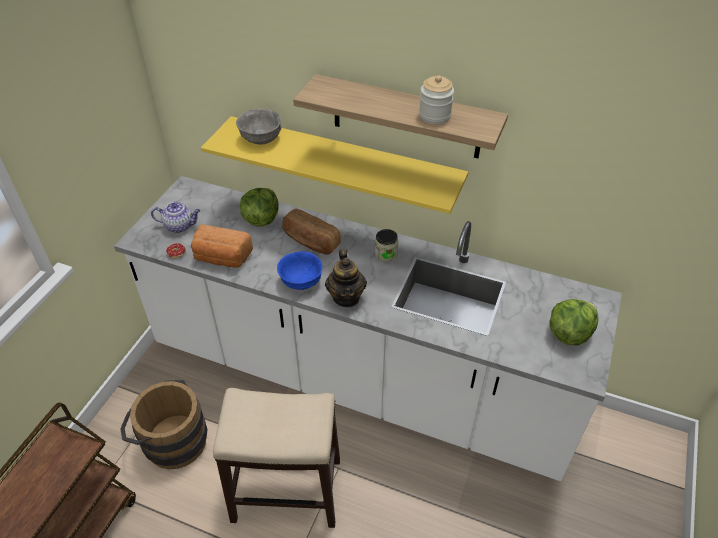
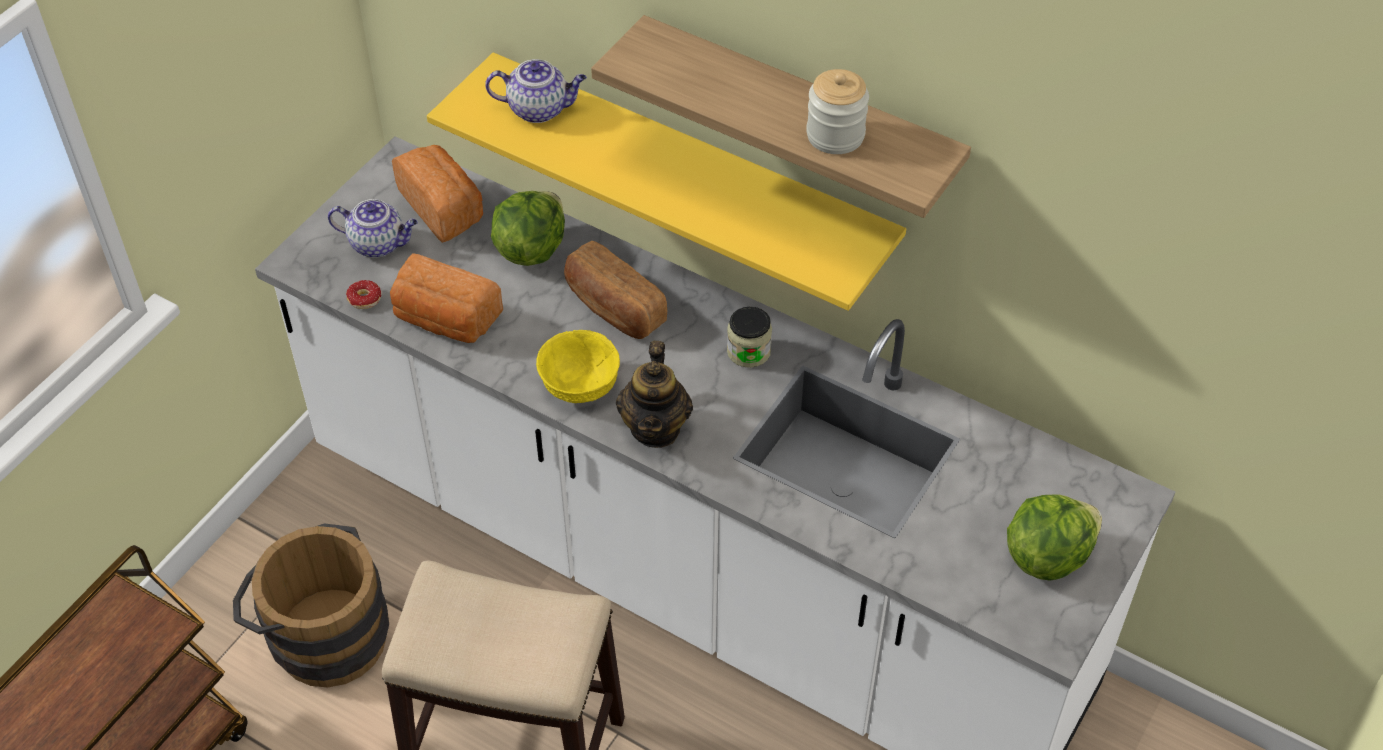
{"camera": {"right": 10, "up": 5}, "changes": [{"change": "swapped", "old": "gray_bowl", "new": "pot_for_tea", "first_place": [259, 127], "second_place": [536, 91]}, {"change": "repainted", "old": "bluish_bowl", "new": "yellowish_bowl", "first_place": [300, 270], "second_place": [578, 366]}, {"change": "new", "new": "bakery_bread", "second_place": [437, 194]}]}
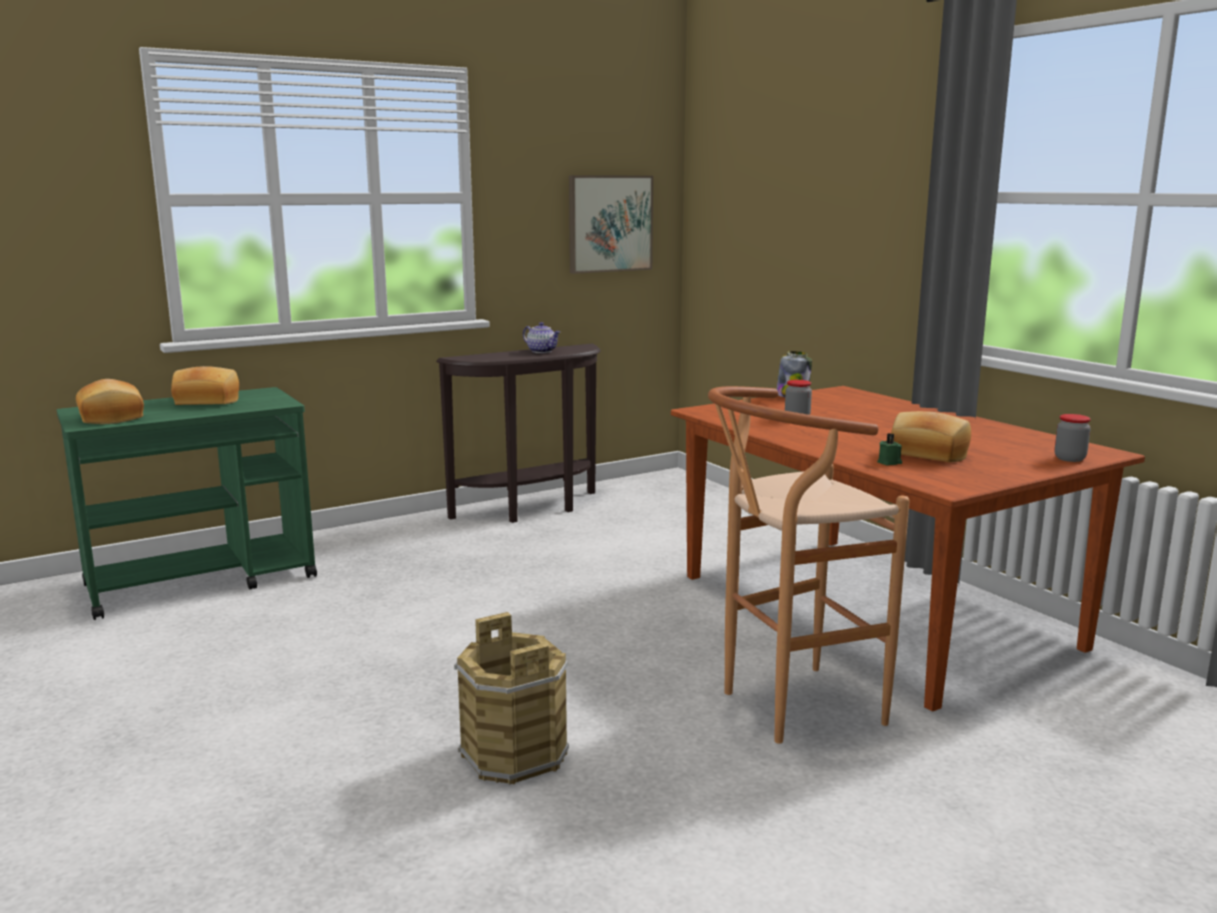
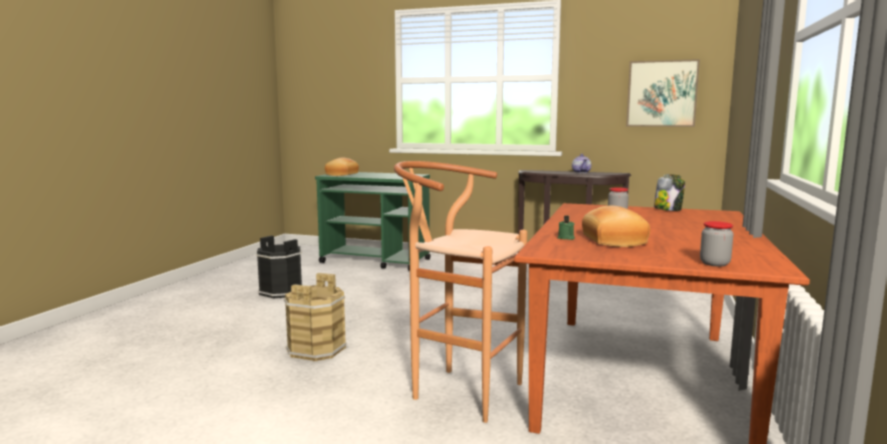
{"camera": {"right": 50, "up": -5}, "changes": [{"change": "gone", "old": "bakery_bread", "first_place": [205, 385]}, {"change": "new", "new": "black_bucket", "second_place": [279, 267]}]}
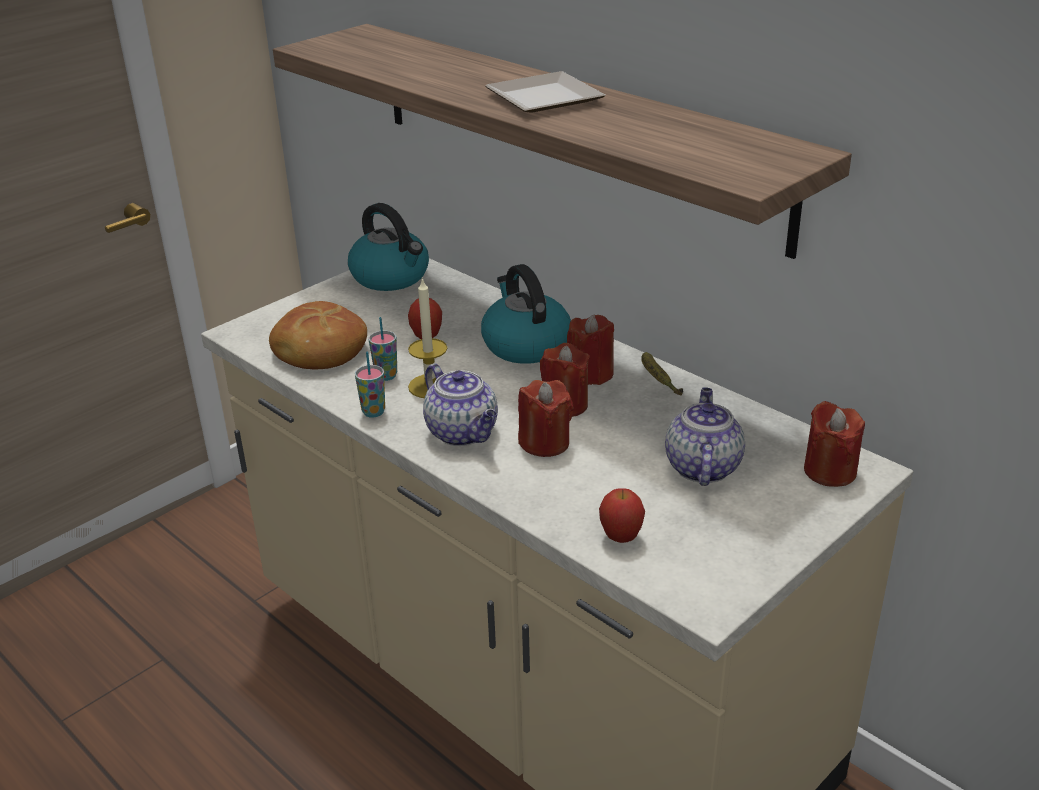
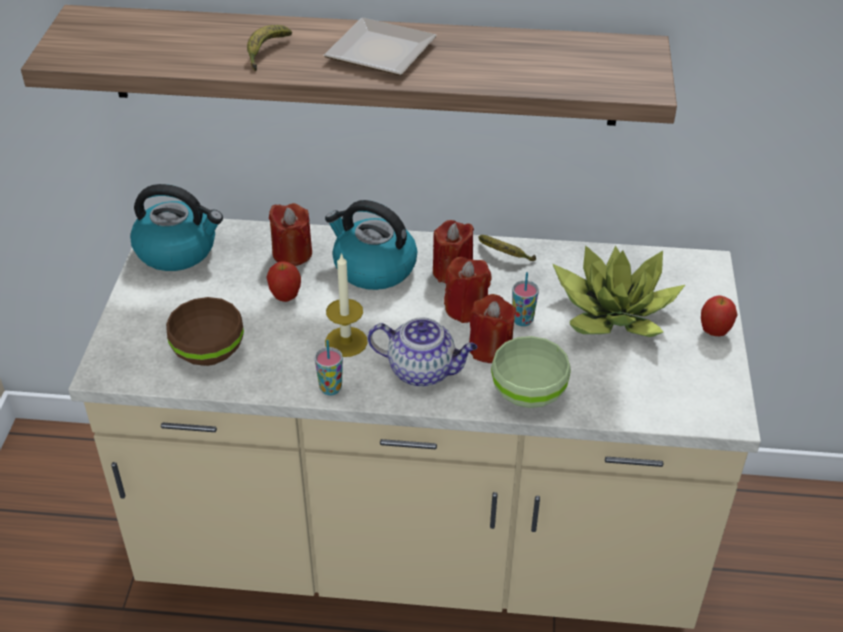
{"camera": {"right": -40, "up": 10}, "changes": [{"change": "swapped", "old": "bakery_bread", "new": "brownish_bowl", "first_place": [318, 335], "second_place": [205, 331]}, {"change": "shifted", "old": "cup", "first_place": [383, 349], "second_place": [525, 299]}, {"change": "swapped", "old": "pot_for_tea", "new": "potted_plant", "first_place": [705, 436], "second_place": [619, 291]}, {"change": "shifted", "old": "red-coloured_candle", "first_place": [834, 444], "second_place": [290, 234]}, {"change": "shifted", "old": "whole_apple", "first_place": [622, 515], "second_place": [719, 315]}, {"change": "new", "new": "banana_fruit", "second_place": [269, 48]}, {"change": "new", "new": "green_bowl", "second_place": [531, 372]}]}
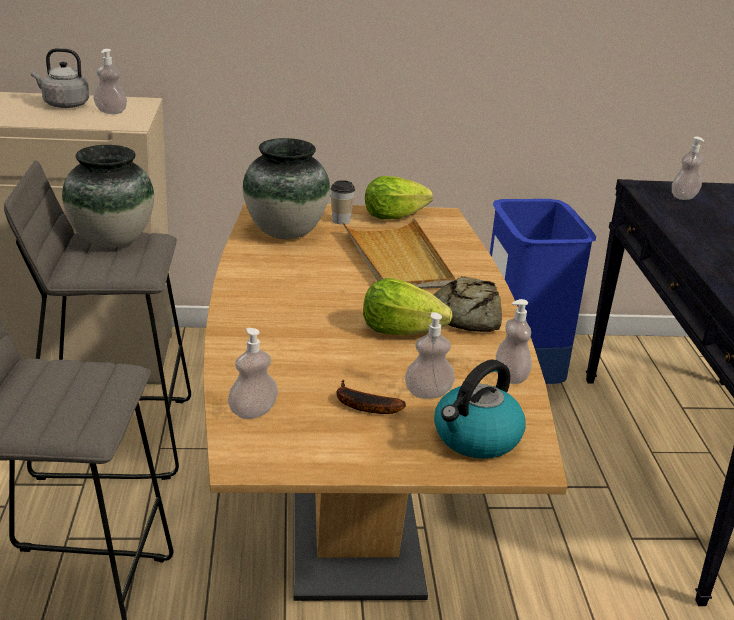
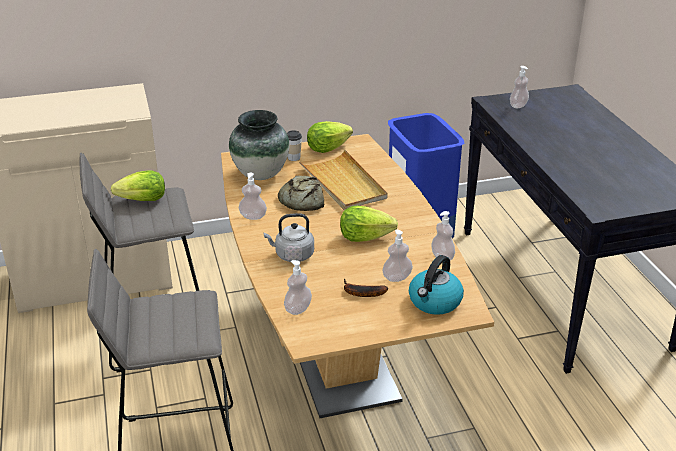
{"camera": {"right": -10, "up": 5}, "changes": [{"change": "shifted", "old": "gray_tea_kettle", "first_place": [60, 78], "second_place": [289, 237]}, {"change": "shifted", "old": "soap_bottle", "first_place": [110, 81], "second_place": [253, 196]}, {"change": "swapped", "old": "vase", "new": "lettuce_head", "first_place": [108, 196], "second_place": [138, 186]}, {"change": "shifted", "old": "bakery_bread", "first_place": [468, 304], "second_place": [301, 193]}]}
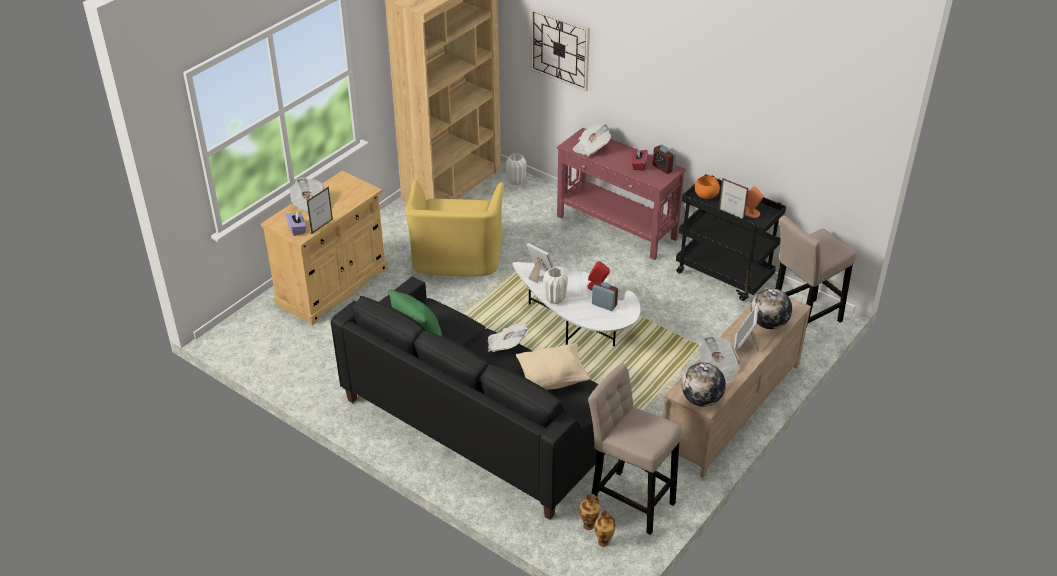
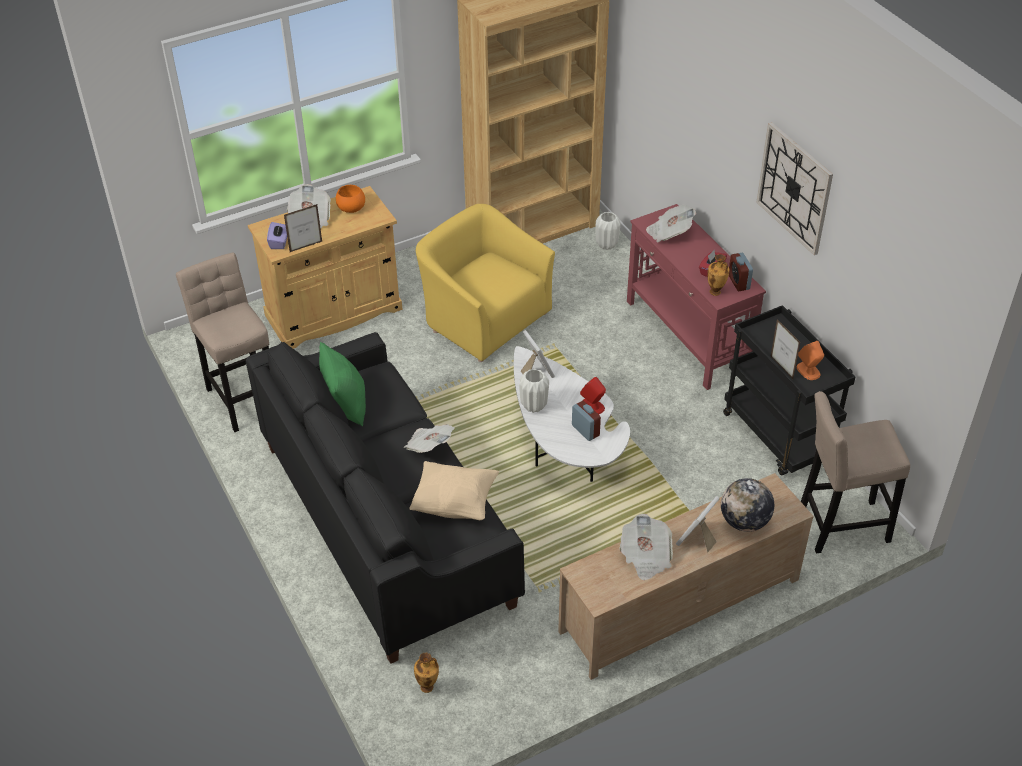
{"camera": {"right": 25, "up": 5}, "changes": [{"change": "shifted", "old": "hanging_clock", "first_place": [560, 50], "second_place": [794, 188]}, {"change": "shifted", "old": "orange-coloured_bowl", "first_place": [707, 187], "second_place": [350, 199]}, {"change": "rotated", "old": "yellowish_armchair", "first_place": [454, 228], "second_place": [485, 283], "degrees": 105}, {"change": "gone", "old": "world_globe", "first_place": [704, 384]}, {"change": "shifted", "old": "beige-coloured_sitting_stool", "first_place": [634, 449], "second_place": [222, 342]}, {"change": "shifted", "old": "vase", "first_place": [605, 528], "second_place": [718, 275]}]}
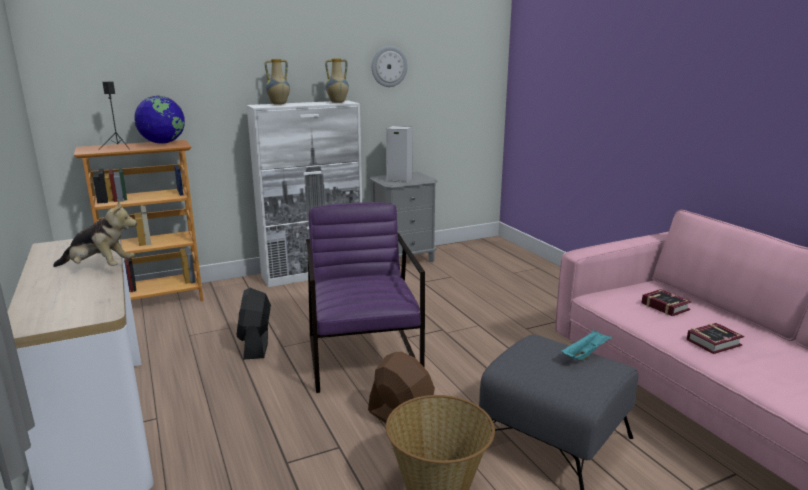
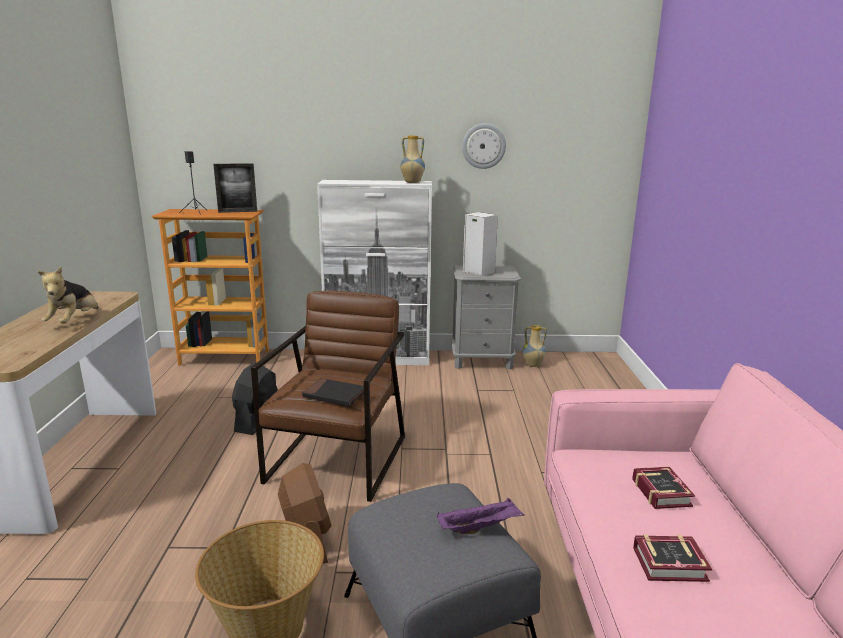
{"camera": {"right": 25, "up": 0}, "changes": [{"change": "shifted", "old": "vase", "first_place": [277, 82], "second_place": [535, 346]}, {"change": "swapped", "old": "world_globe", "new": "photo_frame", "first_place": [159, 120], "second_place": [235, 188]}, {"change": "rotated", "old": "plush_toy", "first_place": [95, 233], "second_place": [68, 295], "degrees": 60}, {"change": "repainted", "old": "purplish_armchair", "new": "brownish_armchair", "first_place": [365, 297], "second_place": [328, 396]}, {"change": "repainted", "old": "blue-green_carrying_tray", "new": "purplish_carrying_tray", "first_place": [587, 345], "second_place": [480, 516]}, {"change": "new", "new": "black_volume", "second_place": [333, 392]}]}
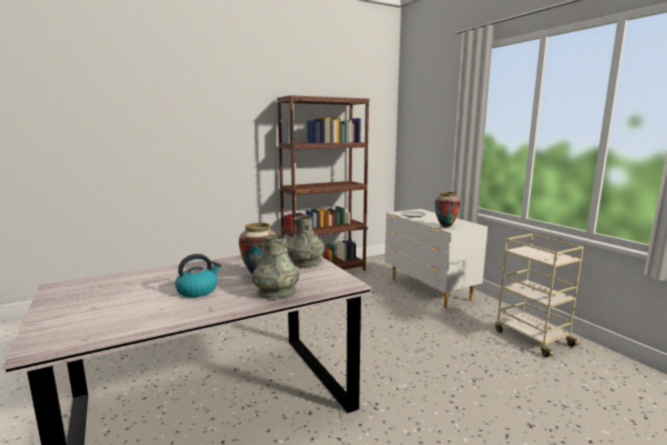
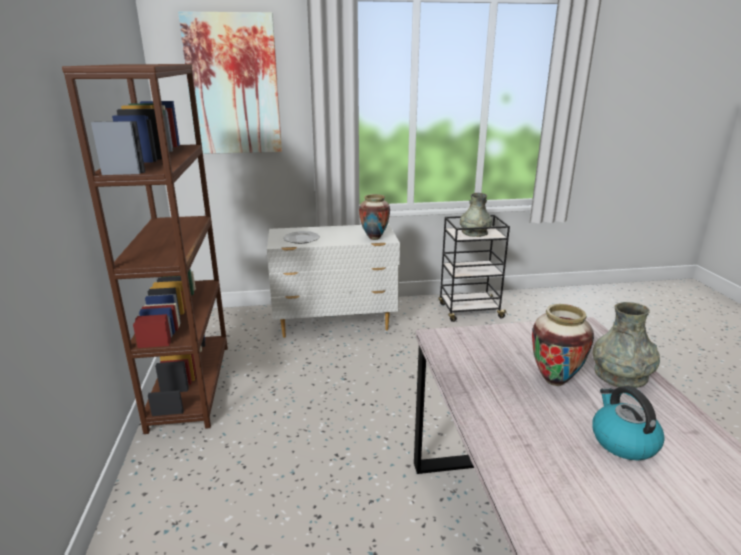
{"camera": {"right": -70, "up": 10}, "changes": [{"change": "shifted", "old": "gray_vase", "first_place": [305, 241], "second_place": [476, 215]}, {"change": "repainted", "old": "beige-coloured_trolley", "new": "black_trolley", "first_place": [539, 295], "second_place": [474, 268]}, {"change": "new", "new": "wall_art", "second_place": [230, 82]}]}
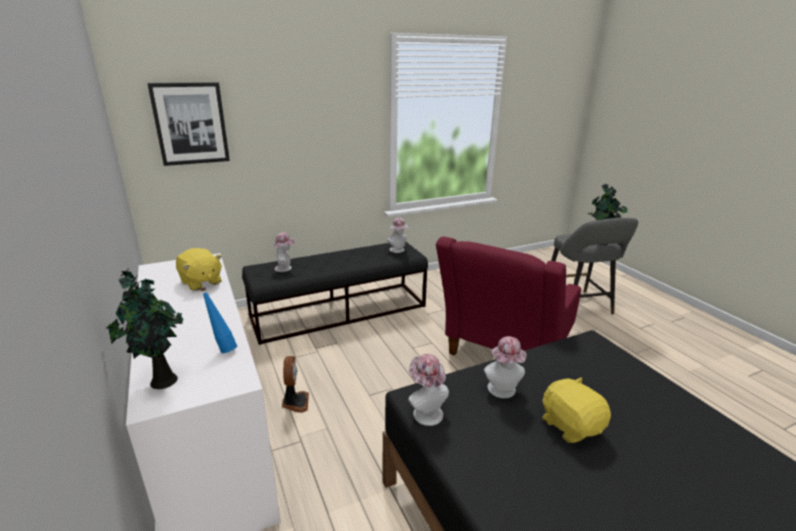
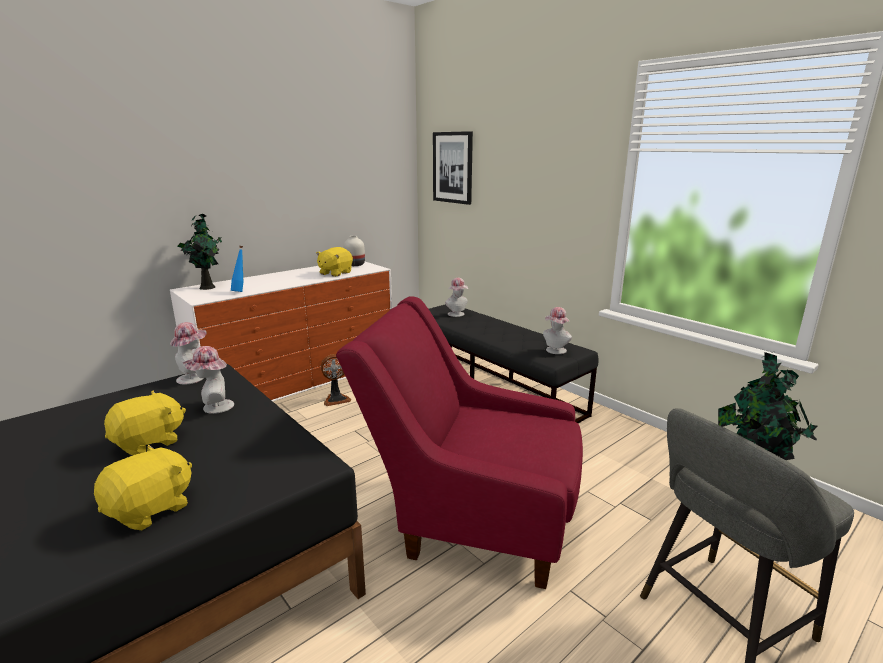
{"camera": {"right": 75, "up": -5}, "changes": [{"change": "new", "new": "white-coloured_vase", "second_place": [354, 251]}, {"change": "new", "new": "yellowish_plush_toy", "second_place": [143, 487]}]}
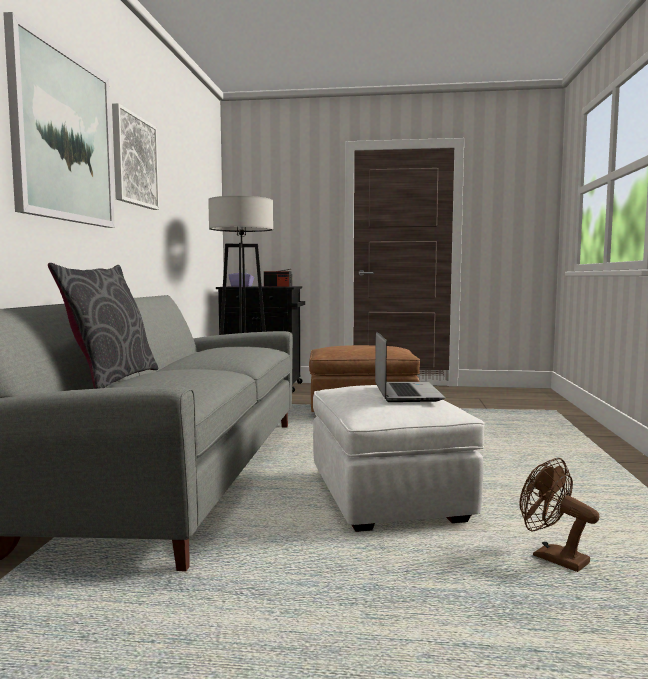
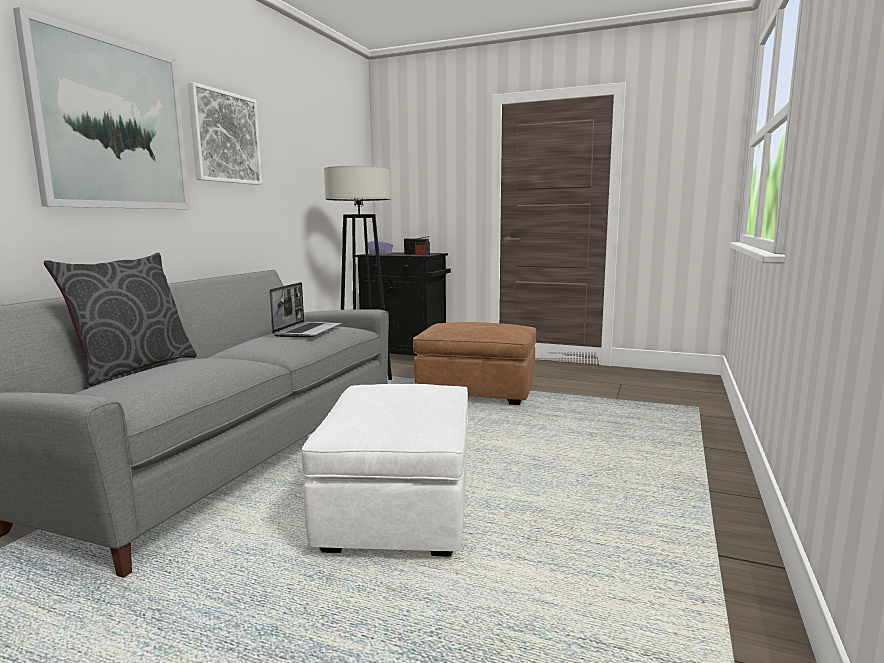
{"camera": {"right": 15, "up": 5}, "changes": [{"change": "shifted", "old": "portable_computer", "first_place": [410, 367], "second_place": [305, 310]}, {"change": "gone", "old": "brownish_fan", "first_place": [559, 514]}]}
